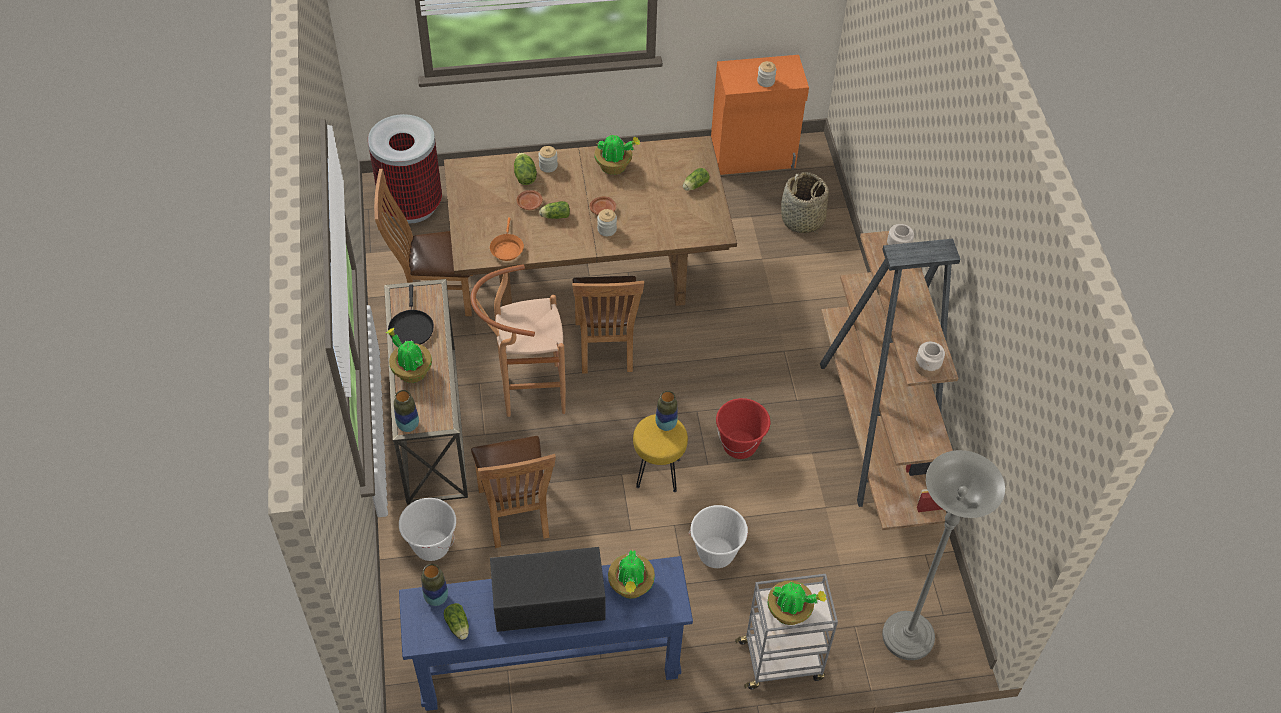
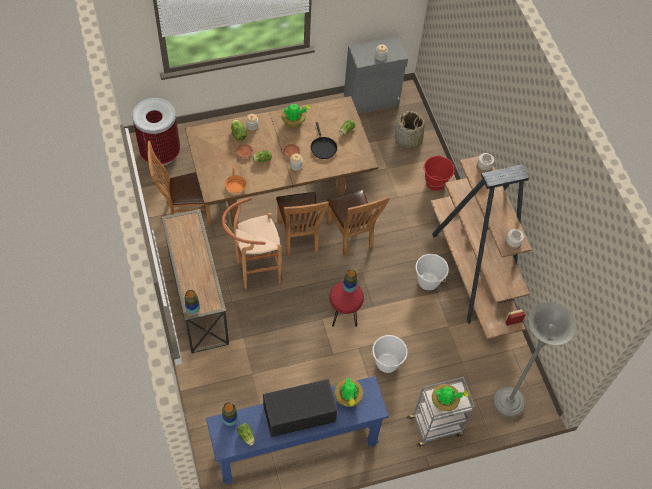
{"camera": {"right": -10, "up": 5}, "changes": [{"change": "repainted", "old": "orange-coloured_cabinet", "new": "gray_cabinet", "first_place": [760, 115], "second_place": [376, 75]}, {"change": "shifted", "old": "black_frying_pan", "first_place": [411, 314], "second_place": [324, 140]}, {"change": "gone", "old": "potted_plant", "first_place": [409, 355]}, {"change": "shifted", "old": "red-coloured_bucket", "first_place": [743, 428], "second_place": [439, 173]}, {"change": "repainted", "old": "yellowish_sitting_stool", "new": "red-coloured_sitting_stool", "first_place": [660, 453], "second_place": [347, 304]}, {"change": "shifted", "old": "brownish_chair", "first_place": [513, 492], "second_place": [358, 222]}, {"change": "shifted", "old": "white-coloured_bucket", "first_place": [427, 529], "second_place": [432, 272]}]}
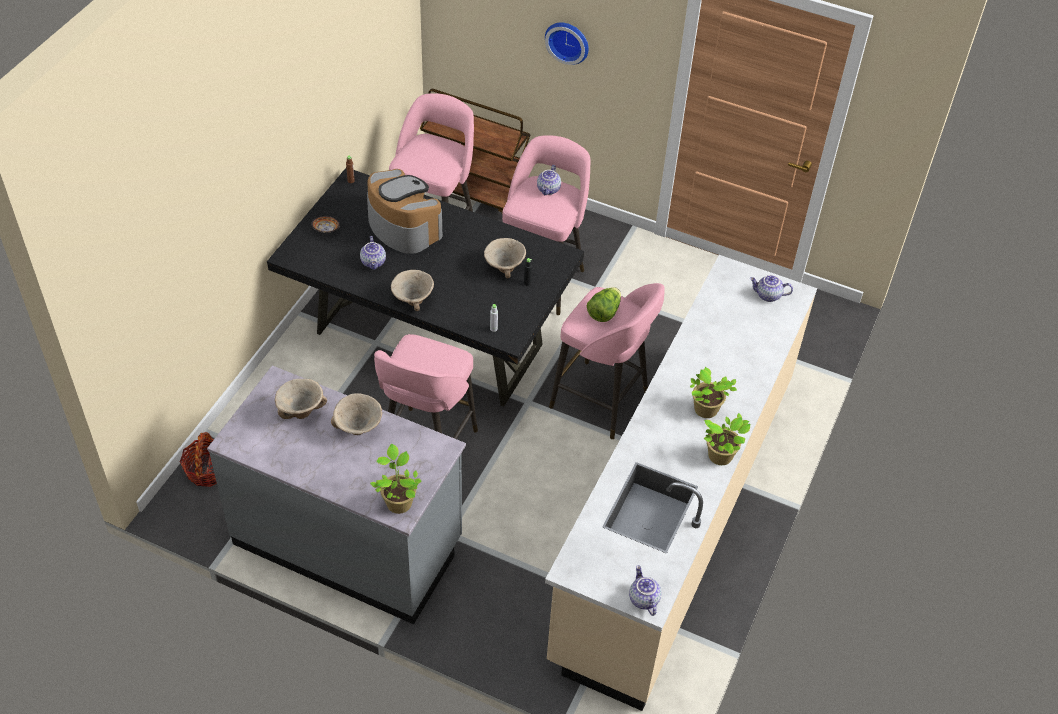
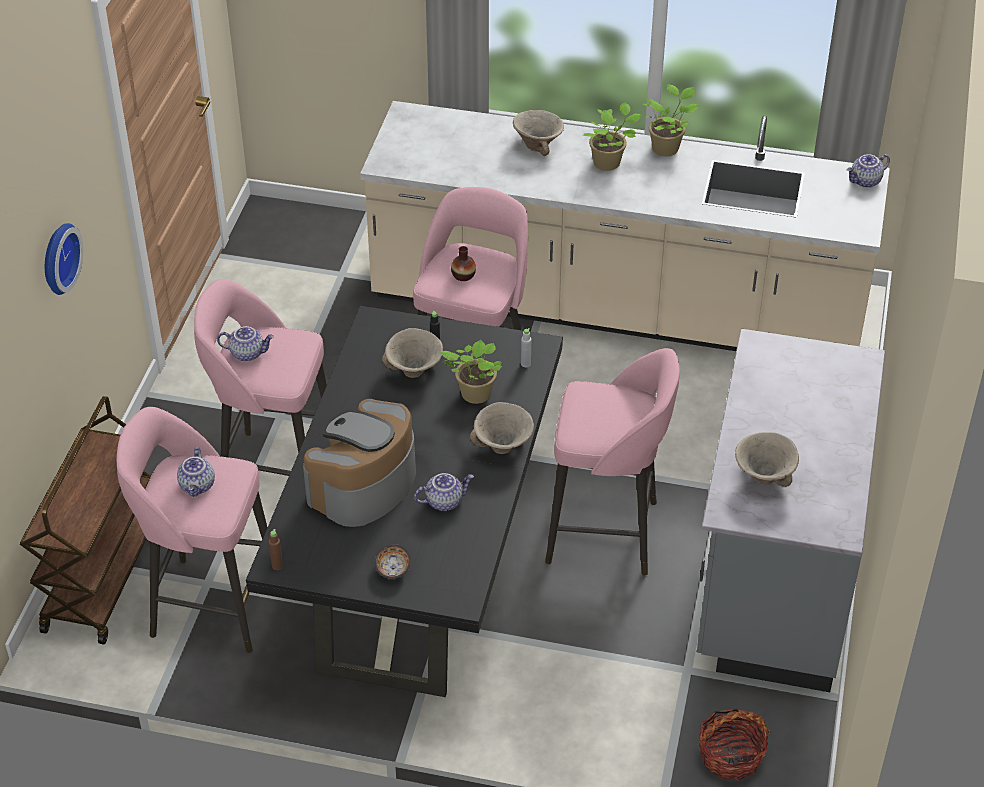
{"camera": {"right": -100, "up": -5}, "changes": [{"change": "shifted", "old": "pot_for_tea", "first_place": [771, 288], "second_place": [196, 472]}, {"change": "swapped", "old": "lettuce_head", "new": "vase", "first_place": [604, 304], "second_place": [463, 263]}, {"change": "shifted", "old": "beige-coloured_bowl", "first_place": [356, 414], "second_place": [538, 133]}, {"change": "shifted", "old": "potted_plant", "first_place": [396, 479], "second_place": [471, 371]}]}
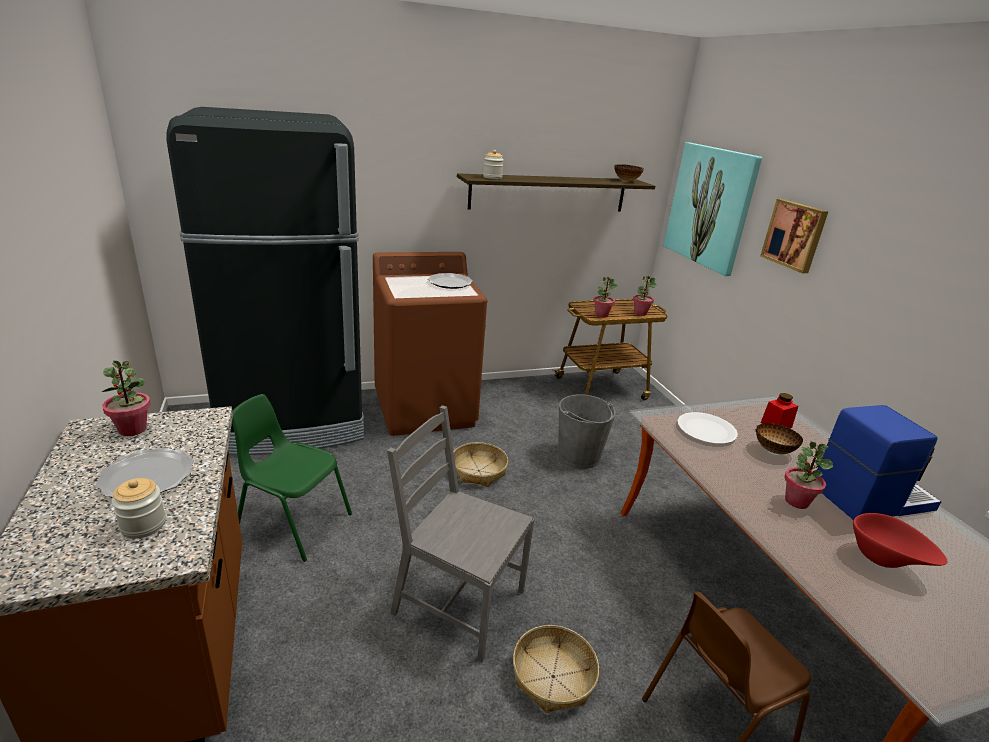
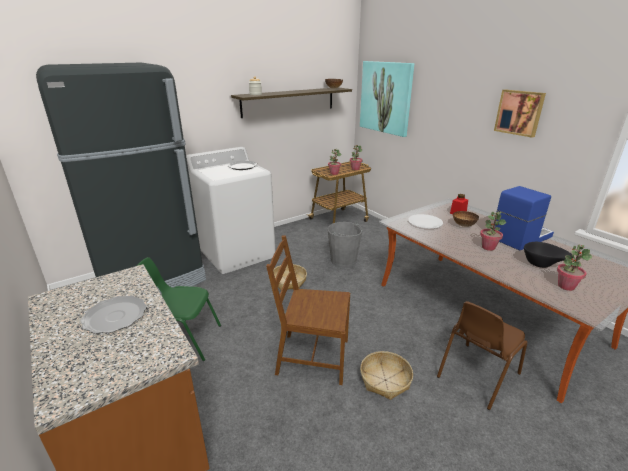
{"camera": {"right": -15, "up": 0}, "changes": [{"change": "shifted", "old": "wall_art", "first_place": [794, 236], "second_place": [520, 113]}, {"change": "repainted", "old": "brownish_washing_machine", "new": "white-coloured_washing_machine", "first_place": [430, 344], "second_place": [230, 210]}, {"change": "shifted", "old": "potted_plant", "first_place": [126, 398], "second_place": [574, 268]}, {"change": "repainted", "old": "gray_chair", "new": "brownish_chair", "first_place": [460, 534], "second_place": [308, 310]}, {"change": "gone", "old": "jar", "first_place": [139, 508]}, {"change": "repainted", "old": "red-coloured_bowl", "new": "black_bowl", "first_place": [900, 540], "second_place": [548, 255]}]}
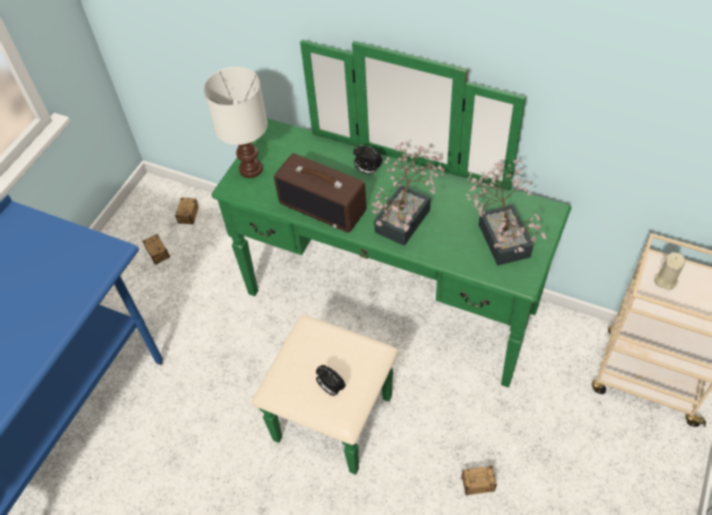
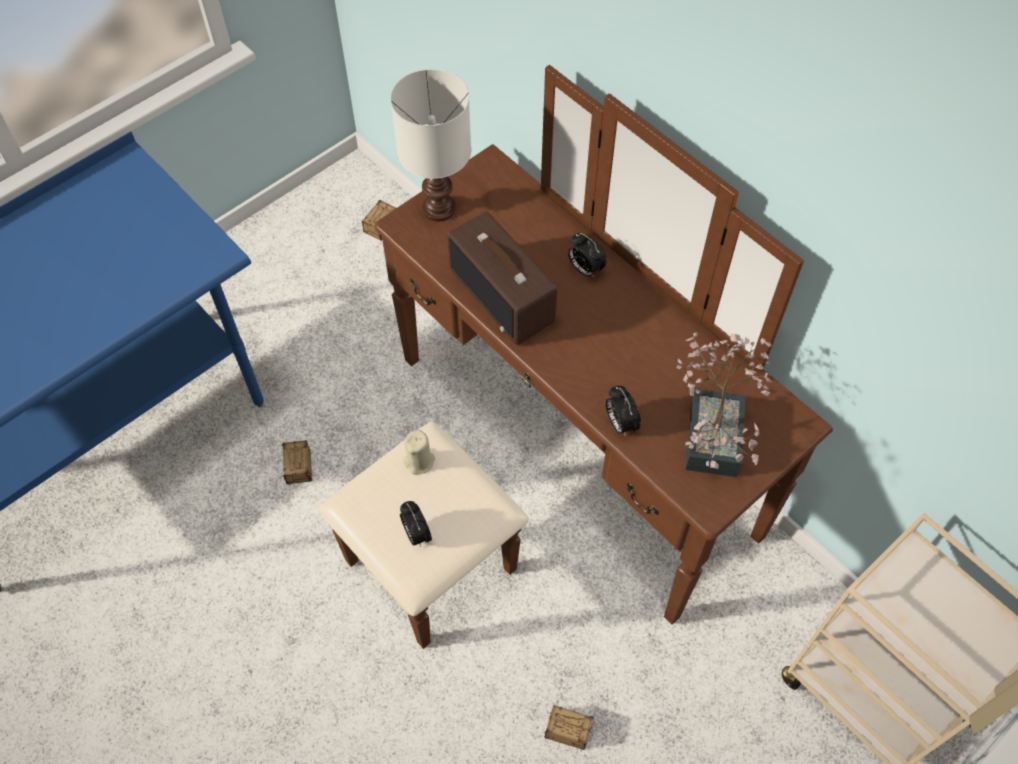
{"camera": {"right": 20, "up": 5}, "changes": [{"change": "repainted", "old": "green_chest_of_drawers", "new": "brownish_chest_of_drawers", "first_place": [391, 257], "second_place": [575, 357]}, {"change": "gone", "old": "potted_plant", "first_place": [408, 194]}, {"change": "shifted", "old": "storage_box", "first_place": [156, 249], "second_place": [297, 469]}, {"change": "shifted", "old": "beige-coloured_candle", "first_place": [669, 271], "second_place": [419, 452]}, {"change": "new", "new": "table_clock", "second_place": [623, 411]}]}
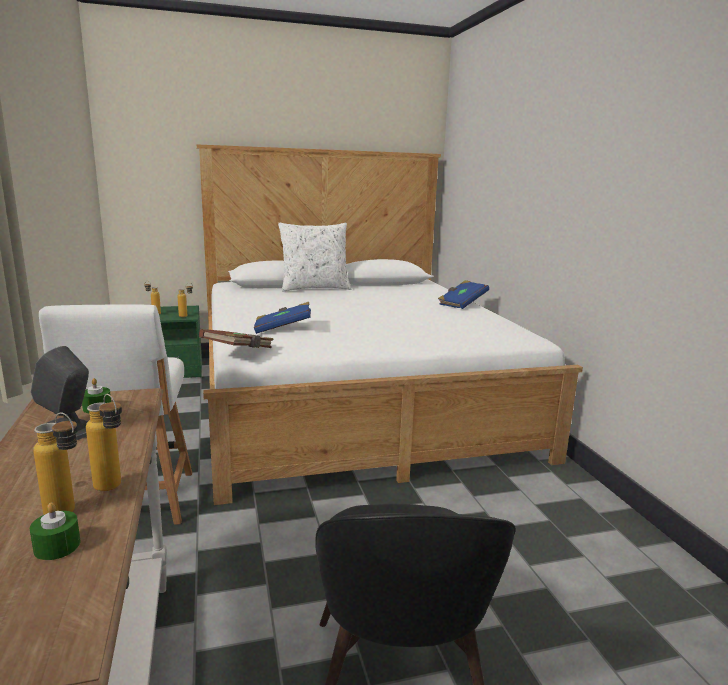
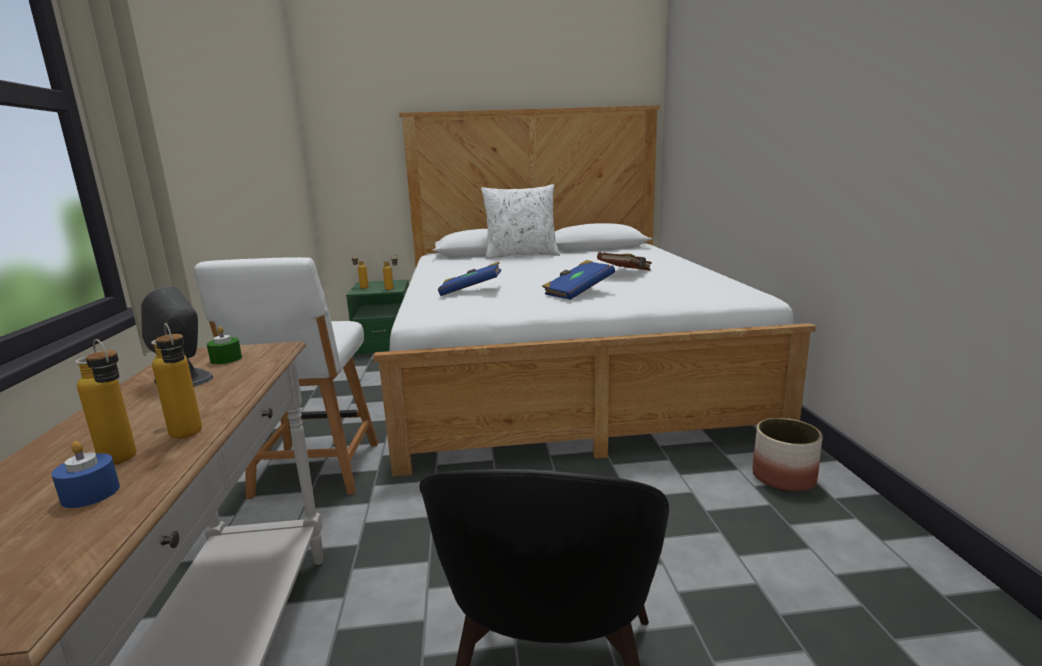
{"camera": {"right": 10, "up": 0}, "changes": [{"change": "shifted", "old": "bluish_volume", "first_place": [463, 294], "second_place": [578, 280]}, {"change": "shifted", "old": "brownish_volume", "first_place": [236, 338], "second_place": [624, 262]}, {"change": "repainted", "old": "green_candle", "new": "bluish_candle", "first_place": [55, 531], "second_place": [85, 474]}, {"change": "new", "new": "planter", "second_place": [788, 455]}]}
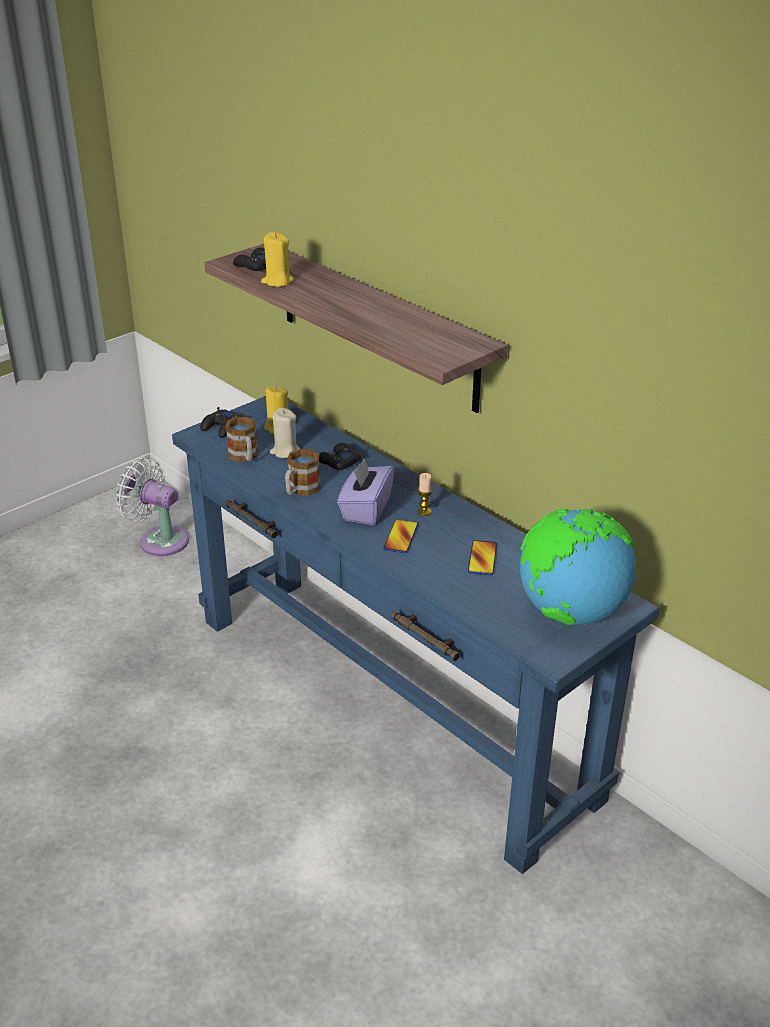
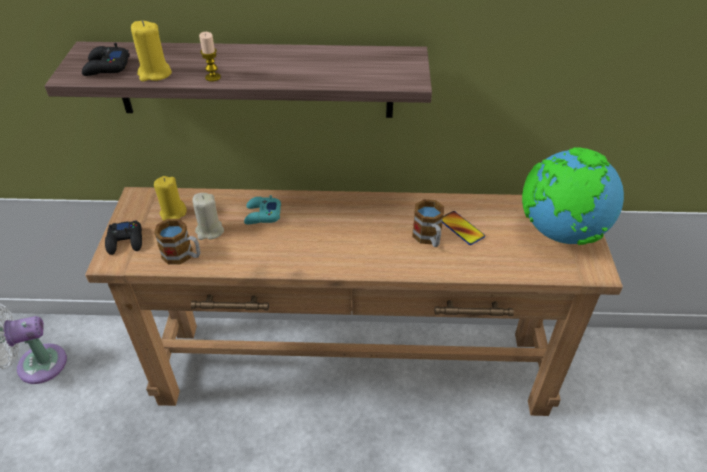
{"camera": {"right": -45, "up": 10}, "changes": [{"change": "repainted", "old": "bluish_console_table", "new": "brownish_console_table", "first_place": [415, 635], "second_place": [354, 301]}, {"change": "repainted", "old": "black_joypad", "new": "blue-green_joypad", "first_place": [340, 456], "second_place": [262, 209]}, {"change": "shifted", "old": "coffee_mug", "first_place": [303, 472], "second_place": [428, 223]}, {"change": "gone", "old": "purplish_tissue_holder", "first_place": [366, 491]}, {"change": "shifted", "old": "candle", "first_place": [425, 494], "second_place": [210, 57]}, {"change": "gone", "old": "phone", "first_place": [400, 536]}]}
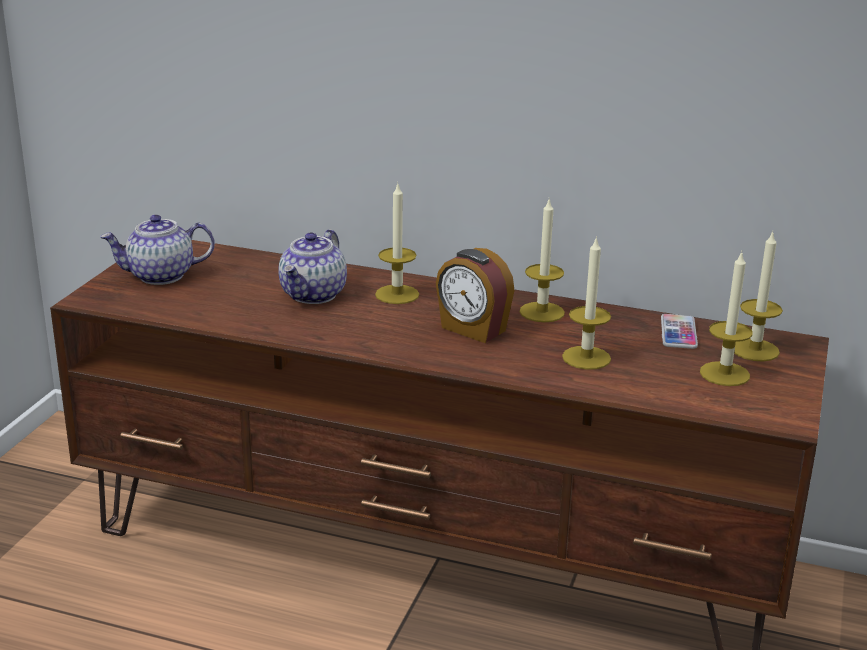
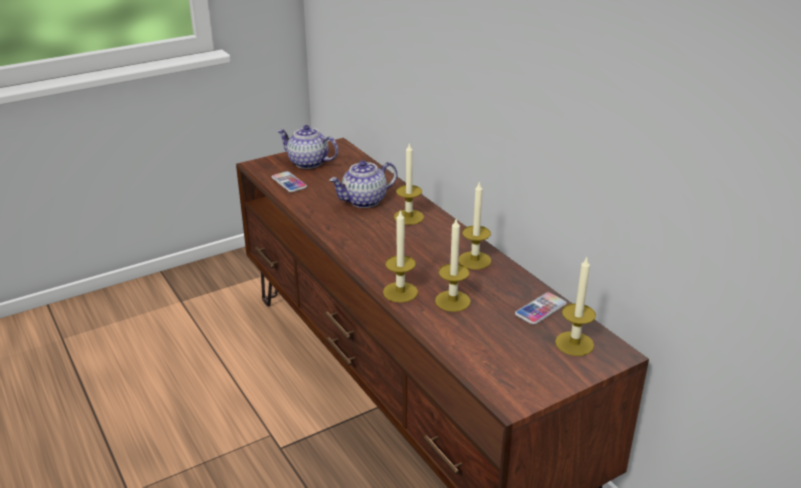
{"camera": {"right": 40, "up": 5}, "changes": [{"change": "gone", "old": "table_clock", "first_place": [475, 295]}, {"change": "shifted", "old": "candle", "first_place": [726, 319], "second_place": [400, 256]}, {"change": "new", "new": "phone", "second_place": [289, 181]}]}
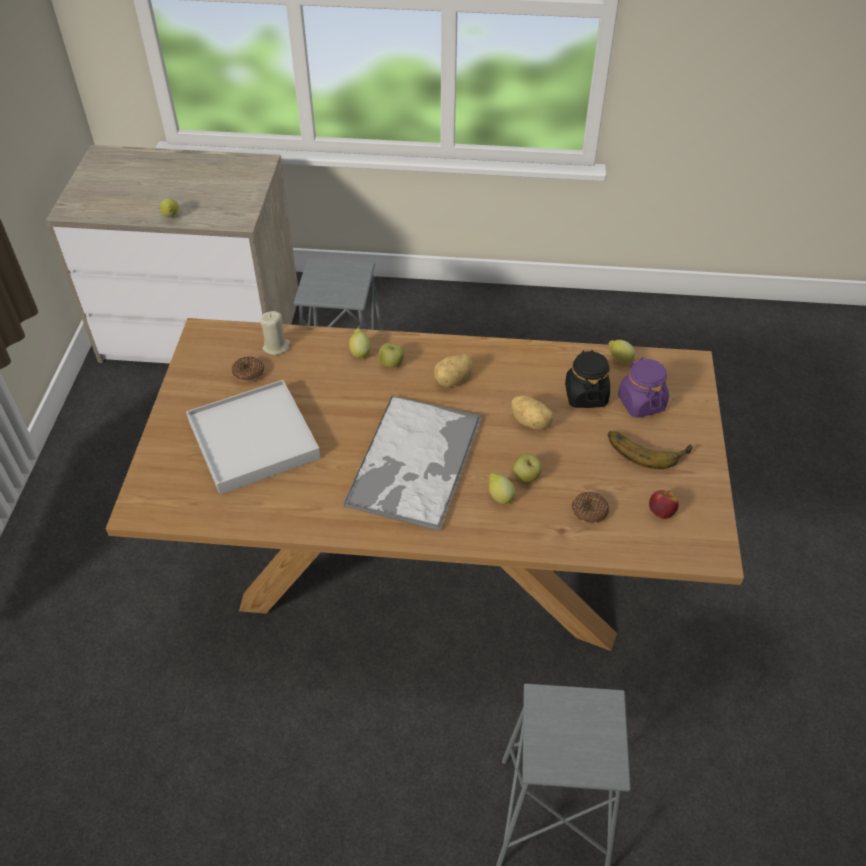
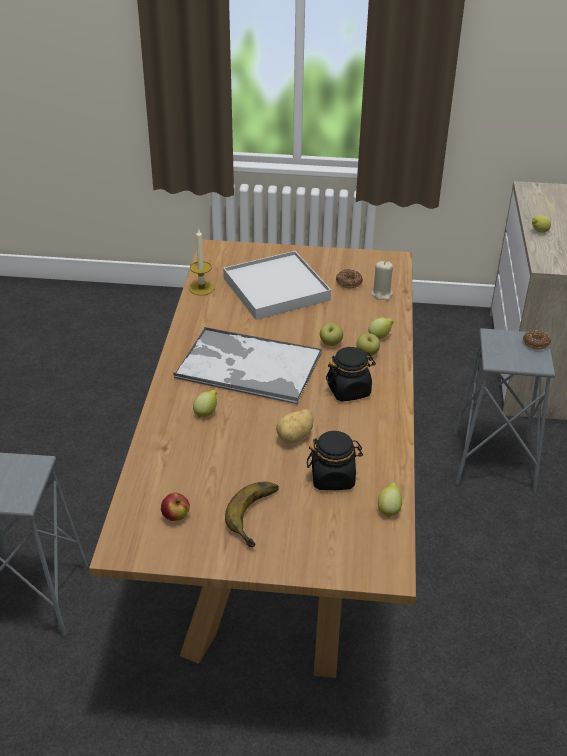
{"camera": {"right": 90, "up": -10}, "changes": [{"change": "swapped", "old": "spud", "new": "black_jar", "first_place": [453, 370], "second_place": [351, 374]}, {"change": "gone", "old": "purplish_jar", "first_place": [643, 387]}, {"change": "shifted", "old": "whole_apple", "first_place": [527, 468], "second_place": [331, 334]}, {"change": "shifted", "old": "doughnut", "first_place": [590, 508], "second_place": [537, 339]}, {"change": "new", "new": "candle", "second_place": [202, 262]}]}
